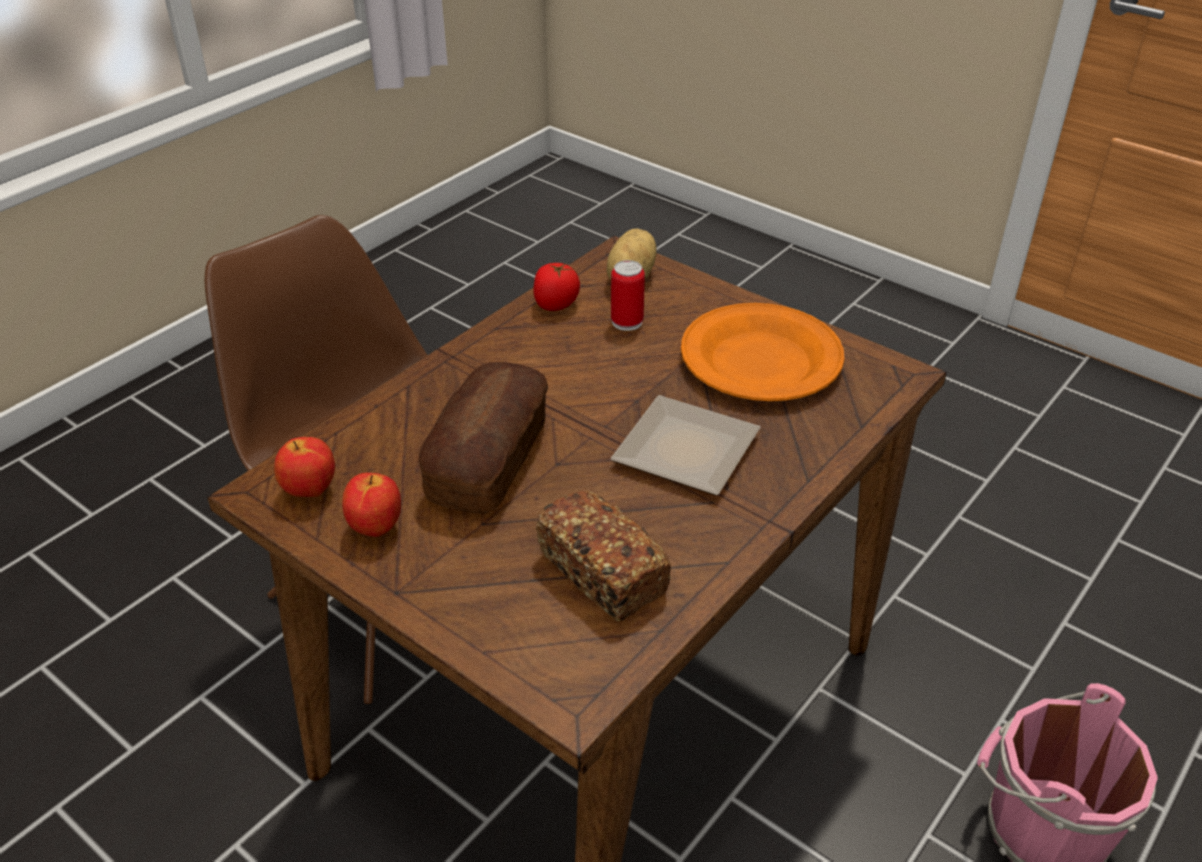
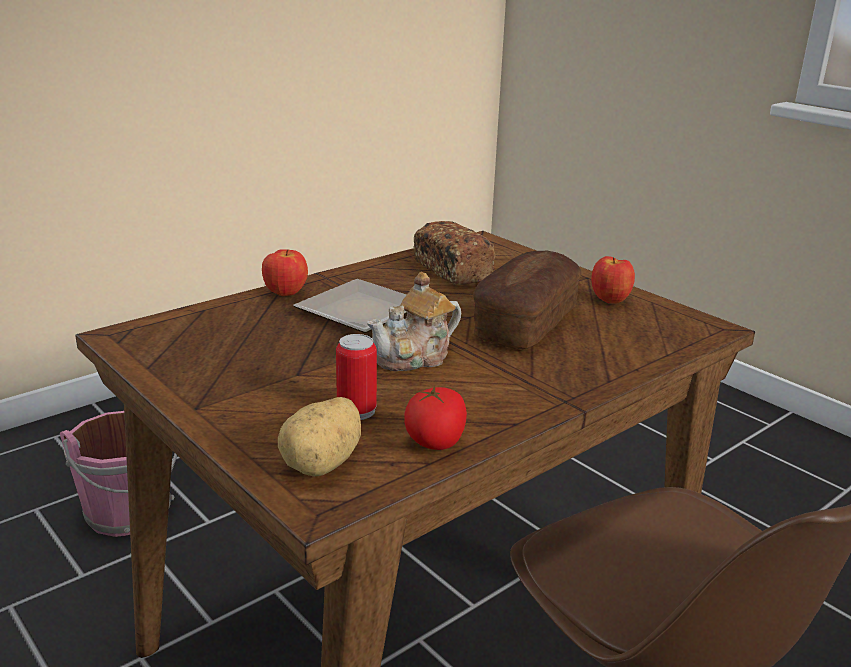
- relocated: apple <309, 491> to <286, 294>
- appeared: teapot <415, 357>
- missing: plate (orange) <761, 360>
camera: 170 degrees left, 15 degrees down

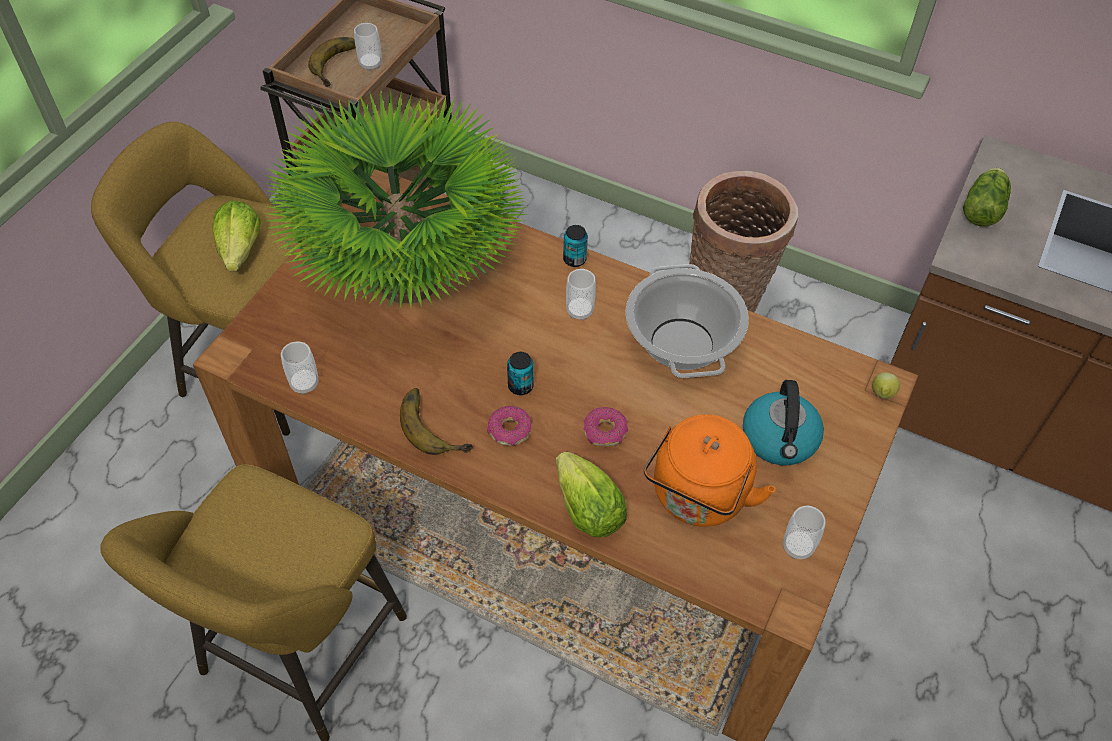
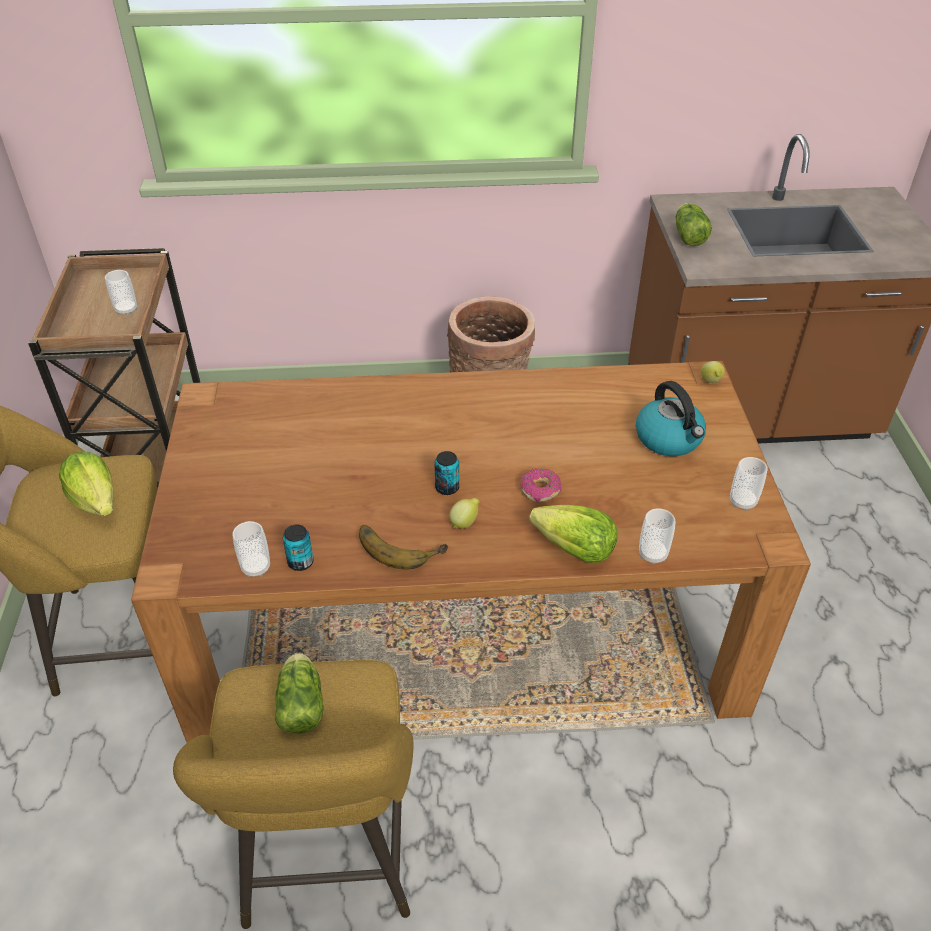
- appeared: lettuce <301, 702>
- relocated: can <574, 259> to <300, 562>
- exchanged: donut <509, 430> to lemon <465, 522>
- relocated: cup <579, 311> to <652, 554>
- missing: potted plant <408, 280>
- missing: banana <340, 65>
- missing: cooking pot <681, 343>
- missing: kettle (orange) <698, 498>
camera: 30 degrees left, 10 degrees down

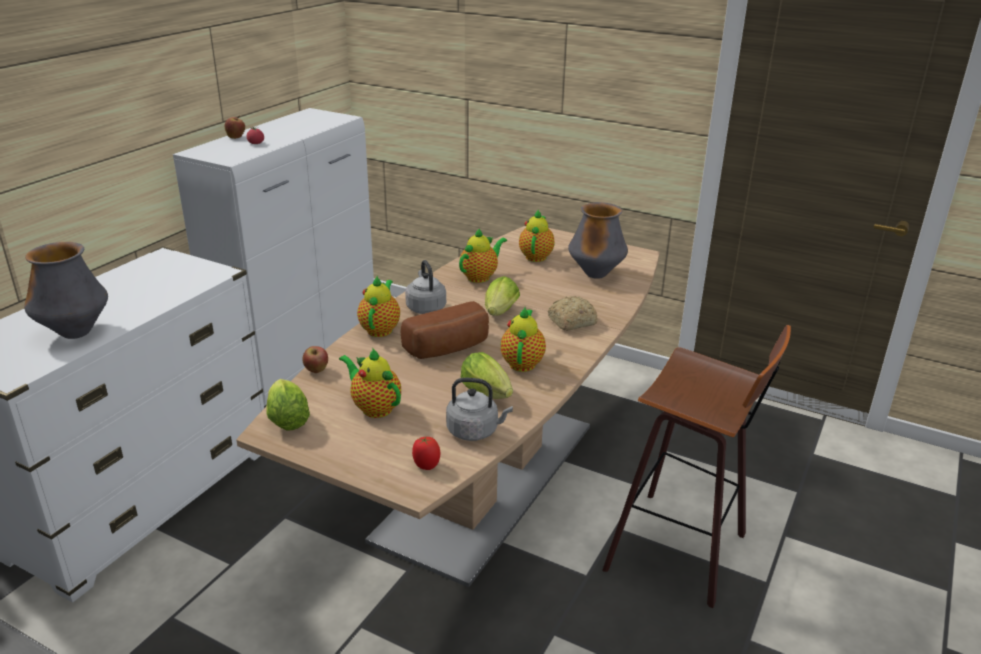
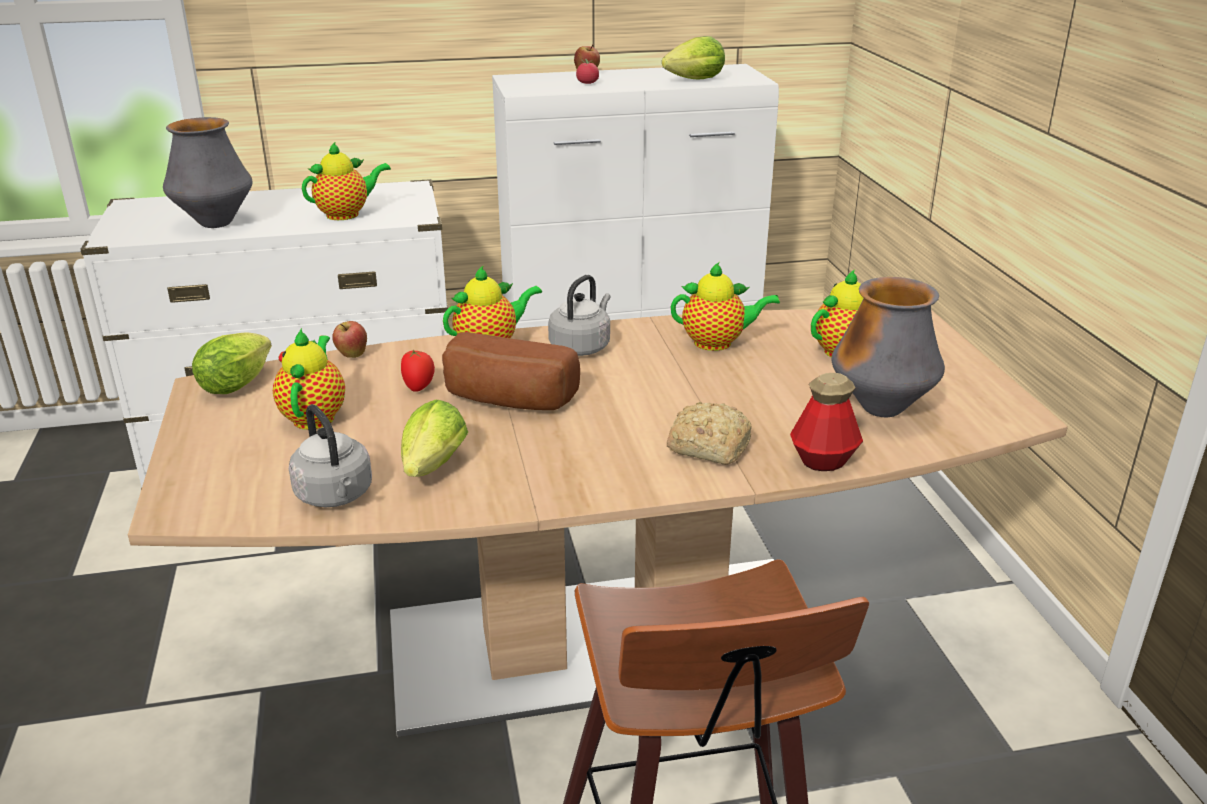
- relocated: teapot <522, 362> to <346, 214>
- relocated: tomato <426, 465> to <419, 387>
- relocated: lettuce <499, 314> to <691, 80>
- appeared: bottle <823, 461>
camera: 50 degrees right, 0 degrees up

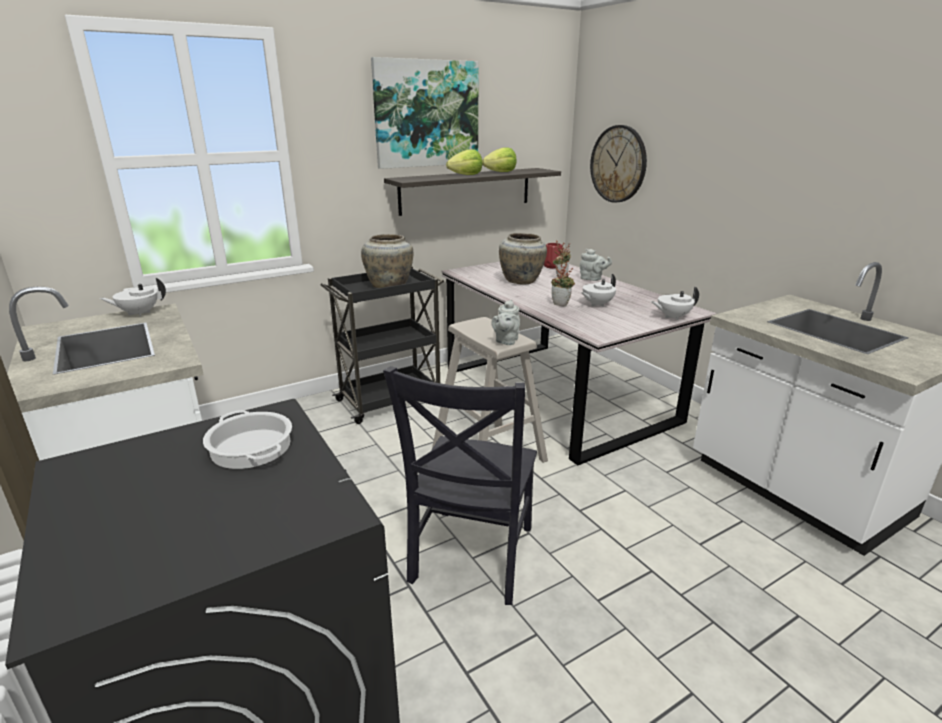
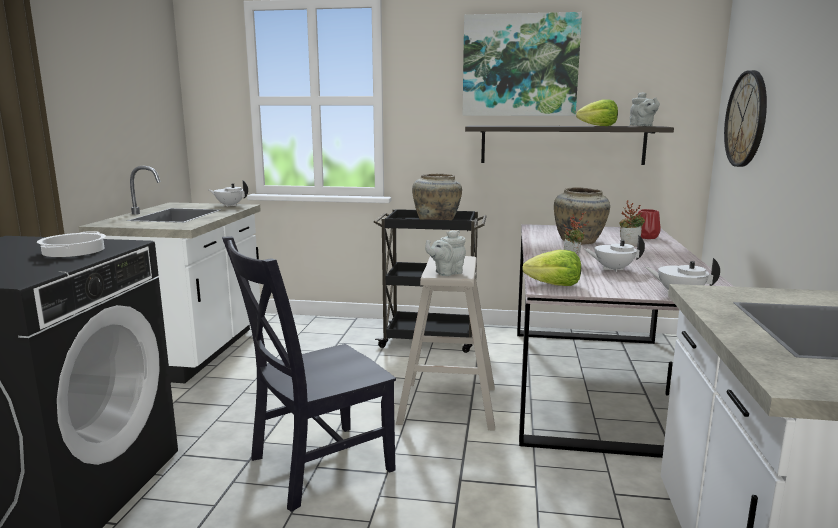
- relocated: lettuce <466, 175> to <554, 285>
- relocated: teapot (grey) <592, 279> to <642, 126>
camera: 40 degrees right, 10 degrees down

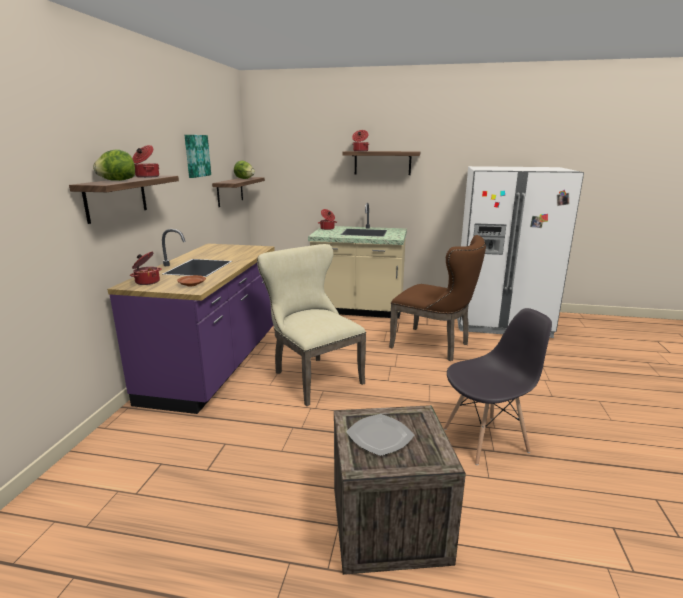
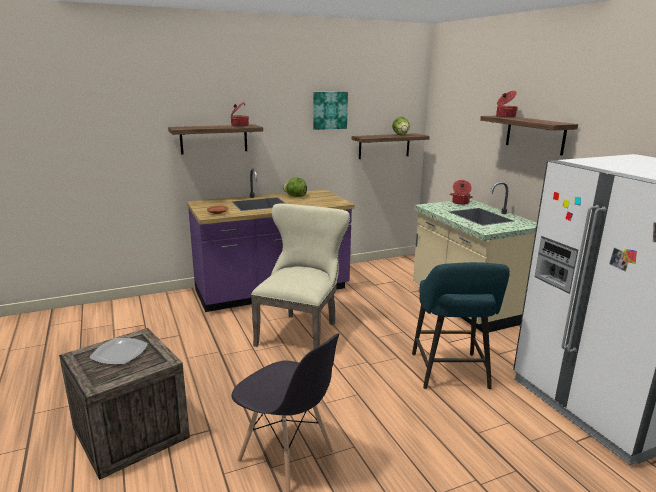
- relocated: lettuce <117, 180> to <295, 196>
- exchanged: chair (brown) <435, 345> to stool (turquoise) <450, 374>
- missing: cooking pot <147, 282>
camera: 55 degrees right, 0 degrees up

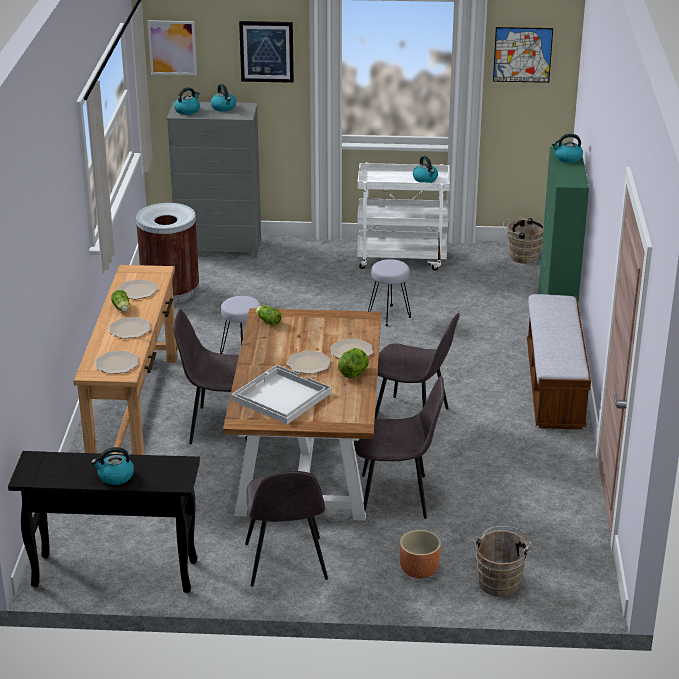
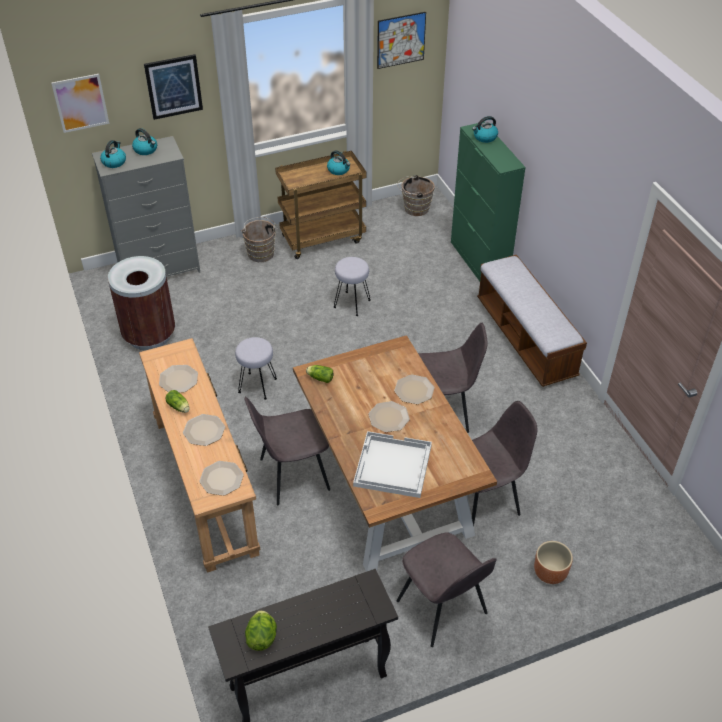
- relocated: bucket (brown) <500, 581> to <261, 252>
- relocated: lettuce <354, 373> to <262, 637>
- colour: cart (white) <402, 258> to cart (brown) <323, 238>
- missing: kettle <115, 476>
camera: 25 degrees left, 15 degrees up

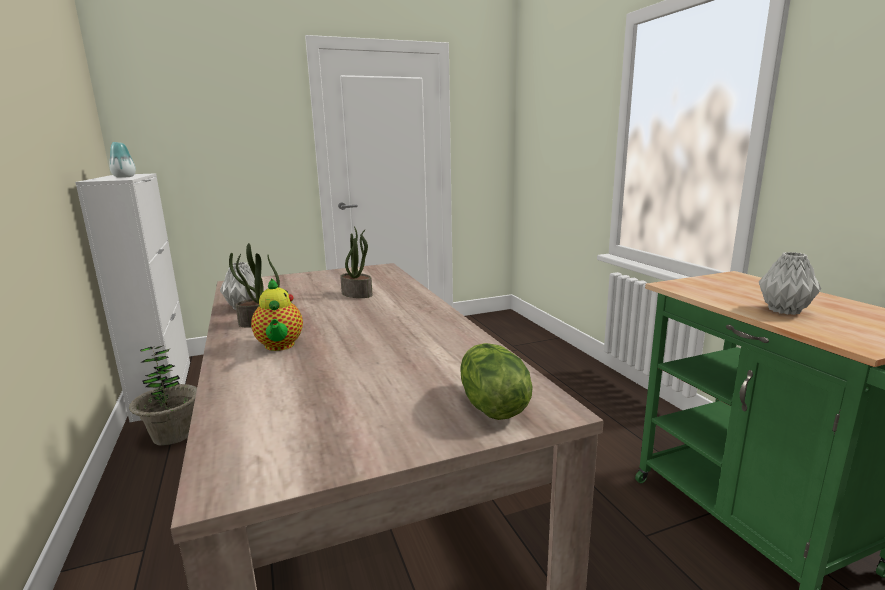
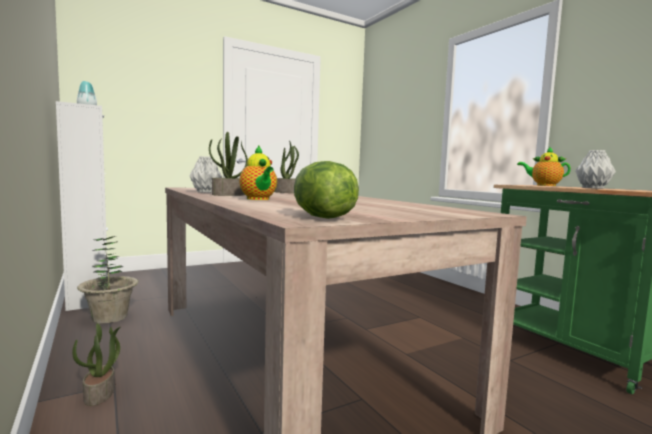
- appeared: potted plant <100, 394>
- relocated: lettuce <491, 406> to <320, 217>
- appeared: teapot <543, 185>
camera: 10 degrees left, 10 degrees down

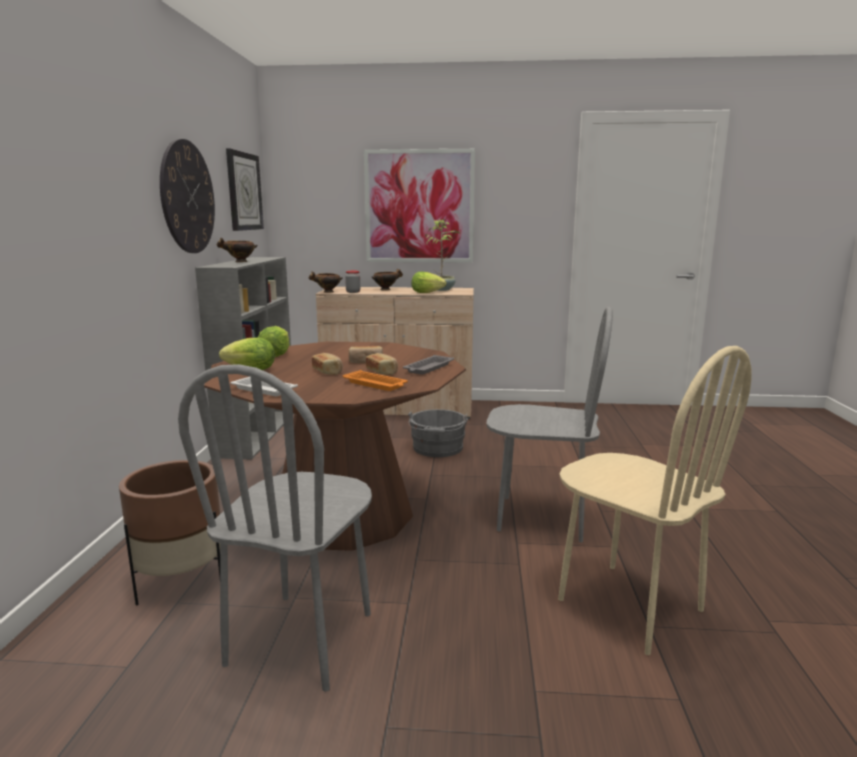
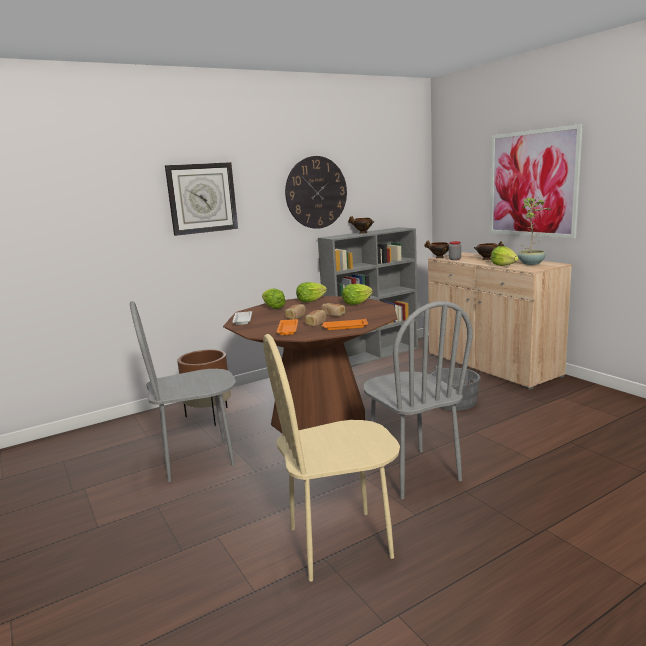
- relocated: wall clock <244, 191> to <202, 198>
- spun: chair (beige) <629, 605> = <340, 543> 60 degrees clockwise
- colour: tray (grey) <428, 368> to tray (orange) <344, 327>
- appeared: lettuce <356, 303>
camera: 55 degrees right, 0 degrees up

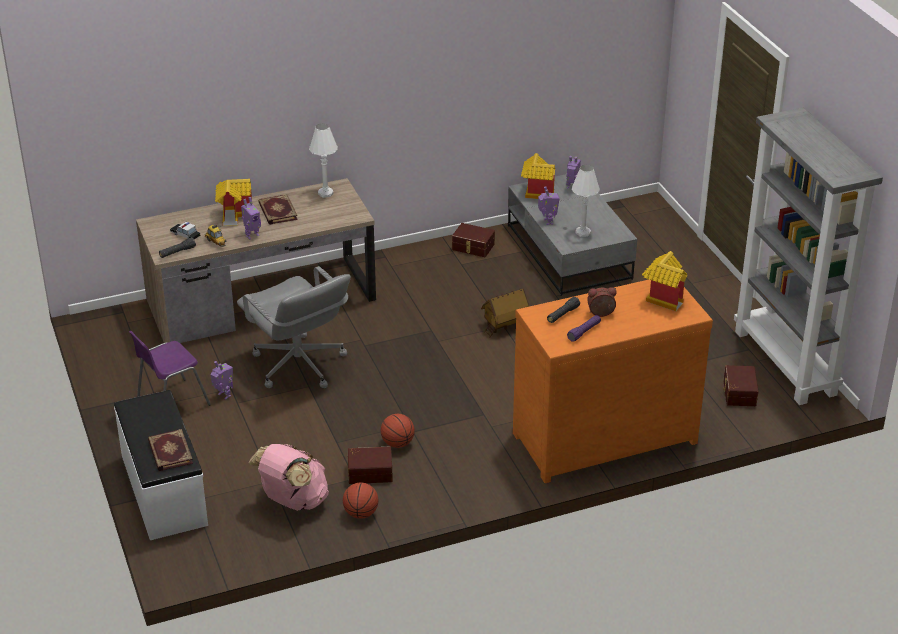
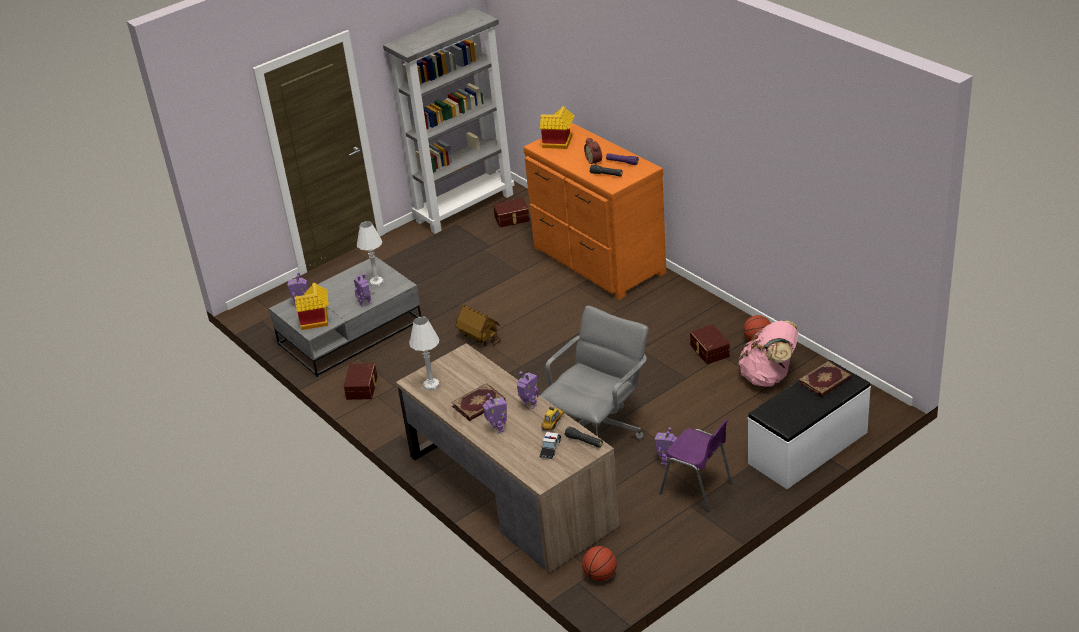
- exchanged: toy house <235, 214> to toy robot <497, 429>
- relocated: basketball <398, 443> to <600, 575>
camera: 105 degrees left, 0 degrees up

